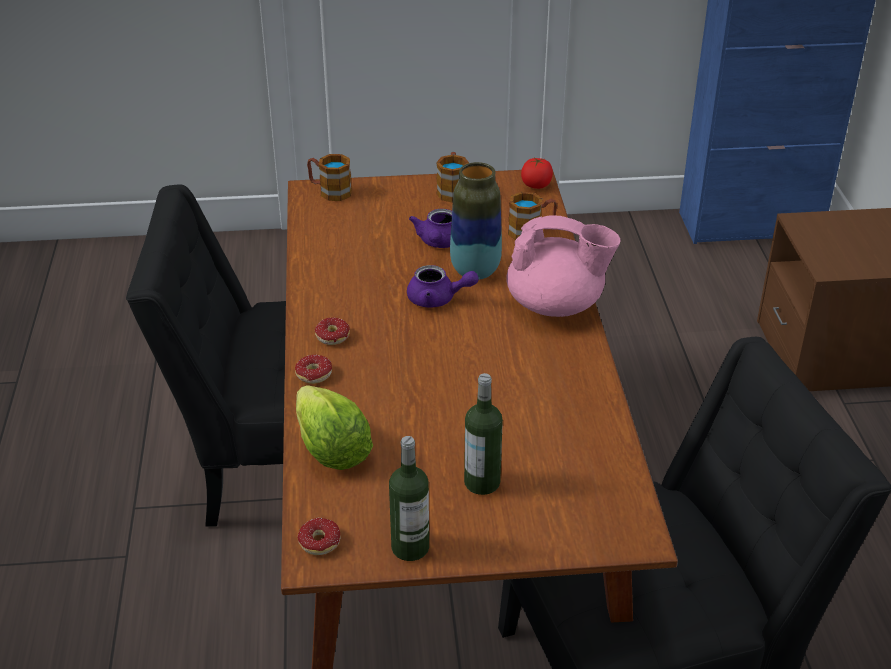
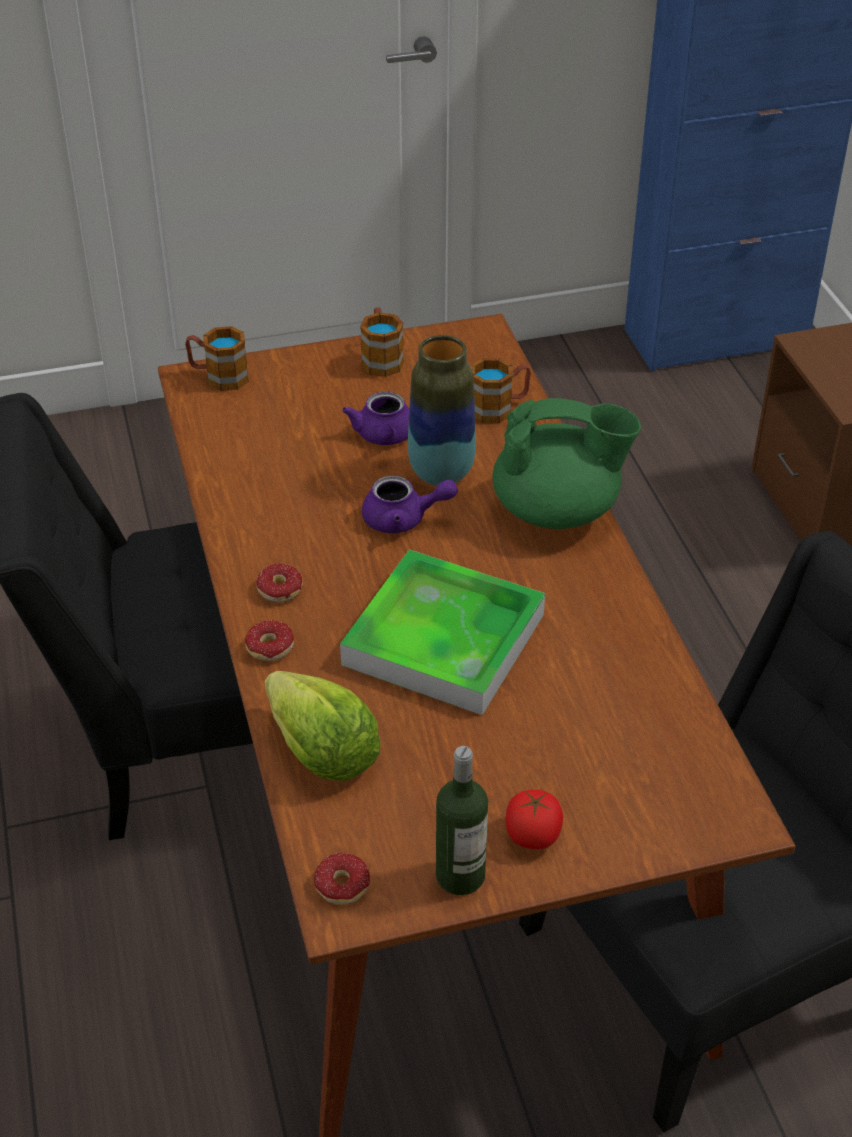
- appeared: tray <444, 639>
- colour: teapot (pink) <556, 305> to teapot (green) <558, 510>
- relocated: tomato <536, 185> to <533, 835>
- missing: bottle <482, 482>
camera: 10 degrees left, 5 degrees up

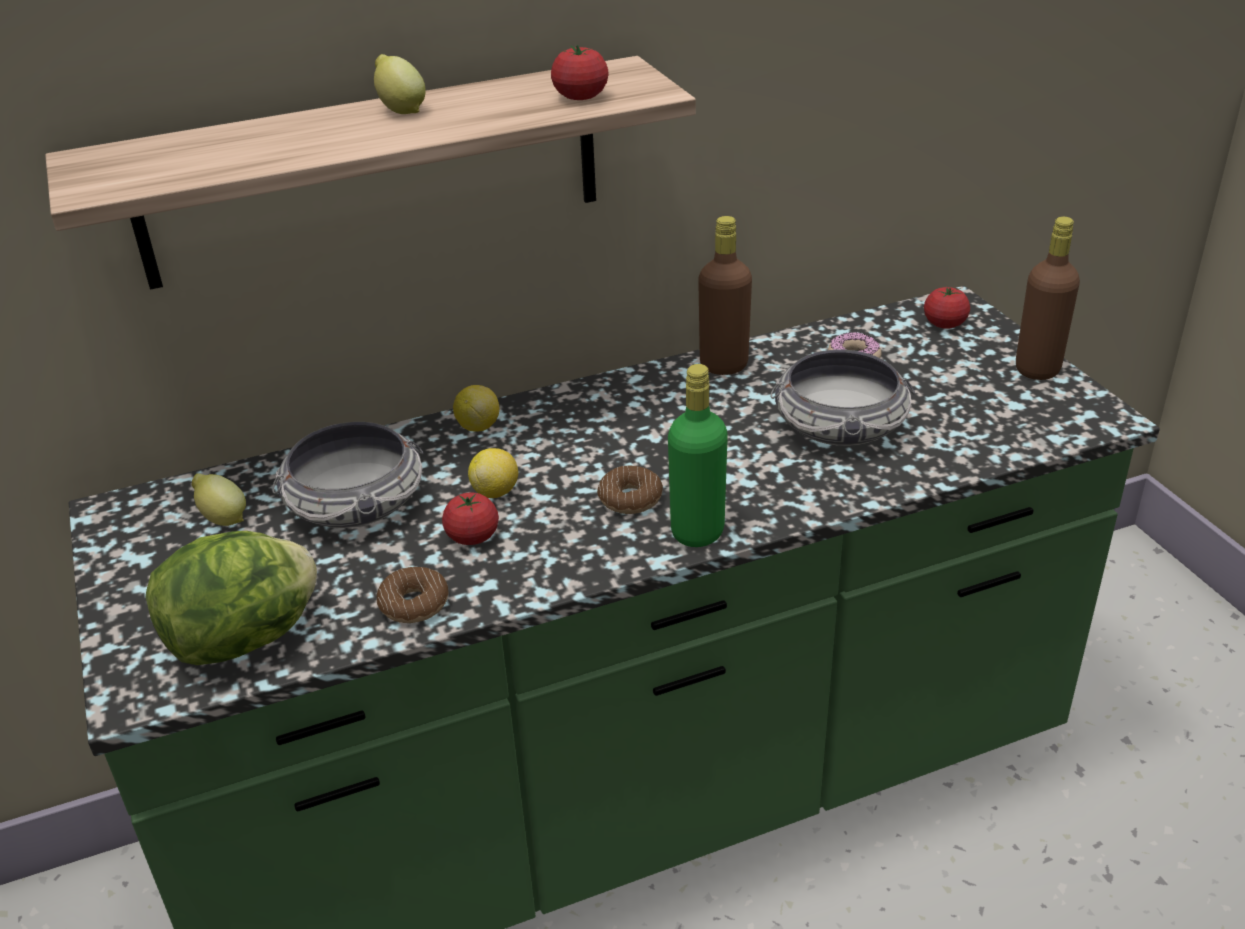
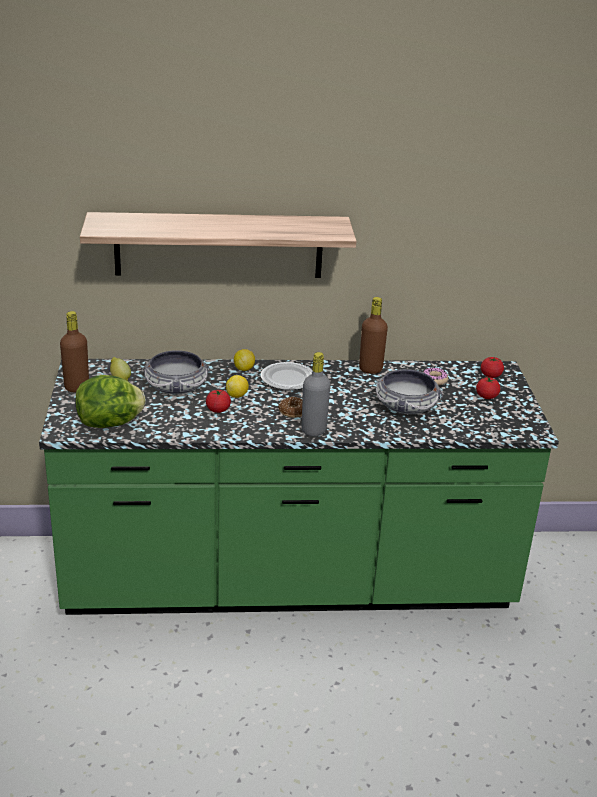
- relocated: bottle (brown) <1037, 369> to <76, 387>
- appeared: plate <287, 379>
- colour: bottle (green) <697, 532> to bottle (grey) <313, 430>
- relocated: tomato <580, 97> to <486, 396>
- missing: lemon <401, 110>
- missing: donut <414, 604>
camera: 15 degrees right, 5 degrees down

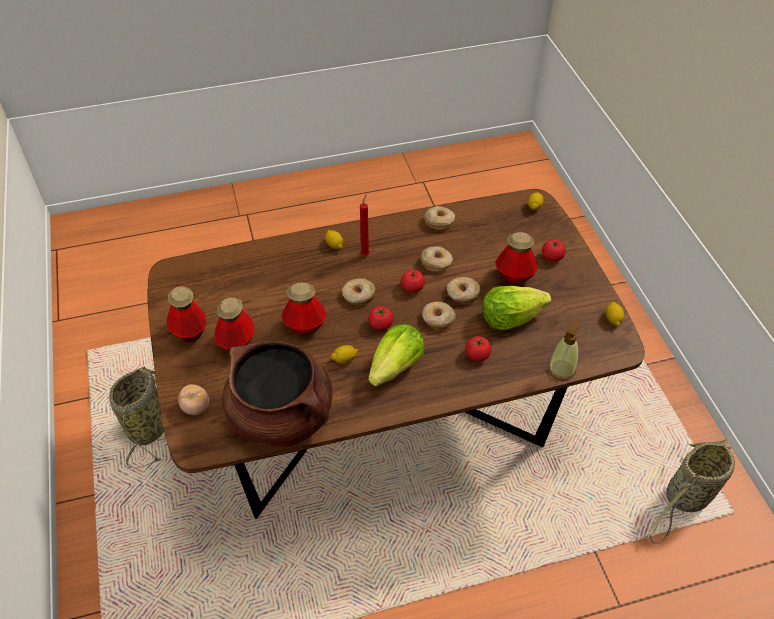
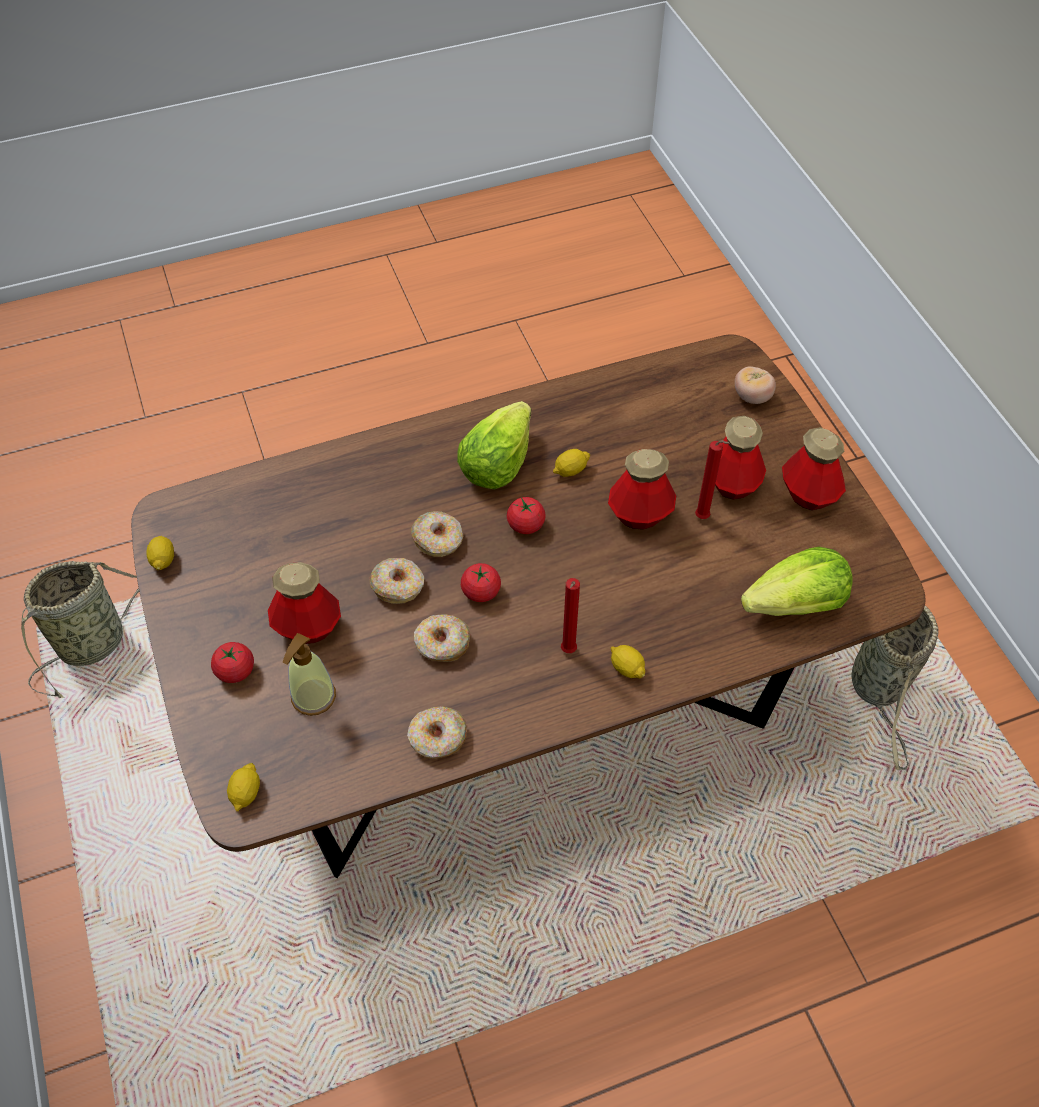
- relocated: soap dispenser <562, 369> to <313, 697>
- appeared: candle (red) <704, 518>
- relocated: lettuce <510, 318> to <796, 605>
- missing: cooking pot (brown) <282, 416>
- missing: donut <358, 296>
- missing: tomato <477, 355>
camera: 175 degrees right, 5 degrees up

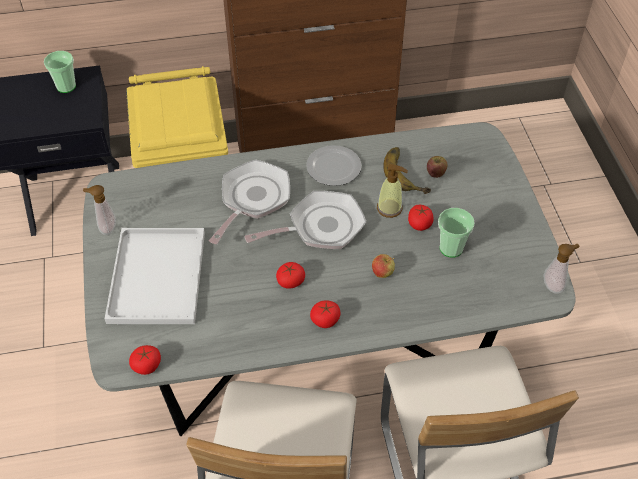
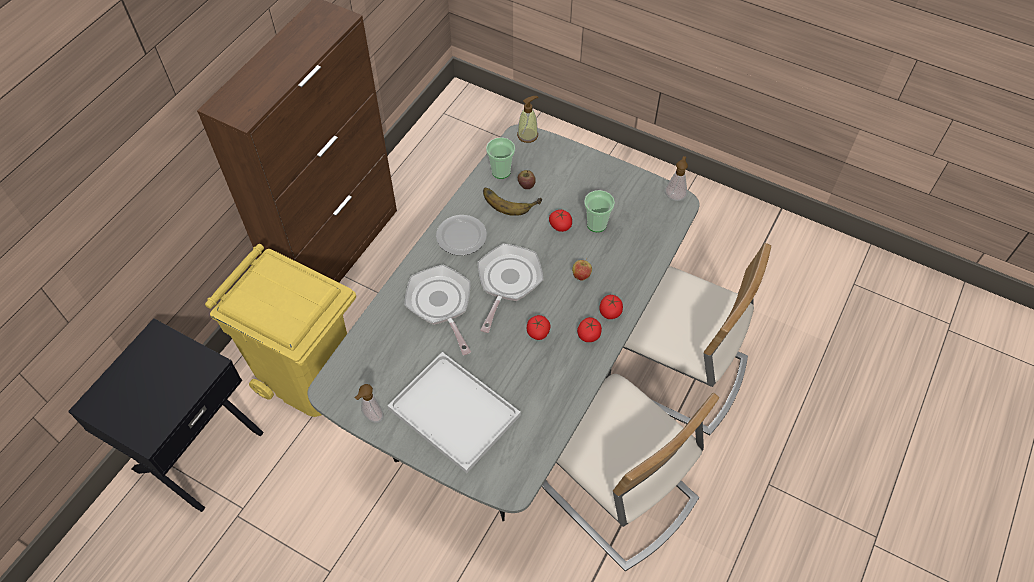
- relocated: cup <66, 86> to <501, 171>
- relocated: soap dispenser <389, 208> to <527, 135>
- relocated: tomato <146, 365> to <610, 311>
camera: 50 degrees left, 5 degrees up

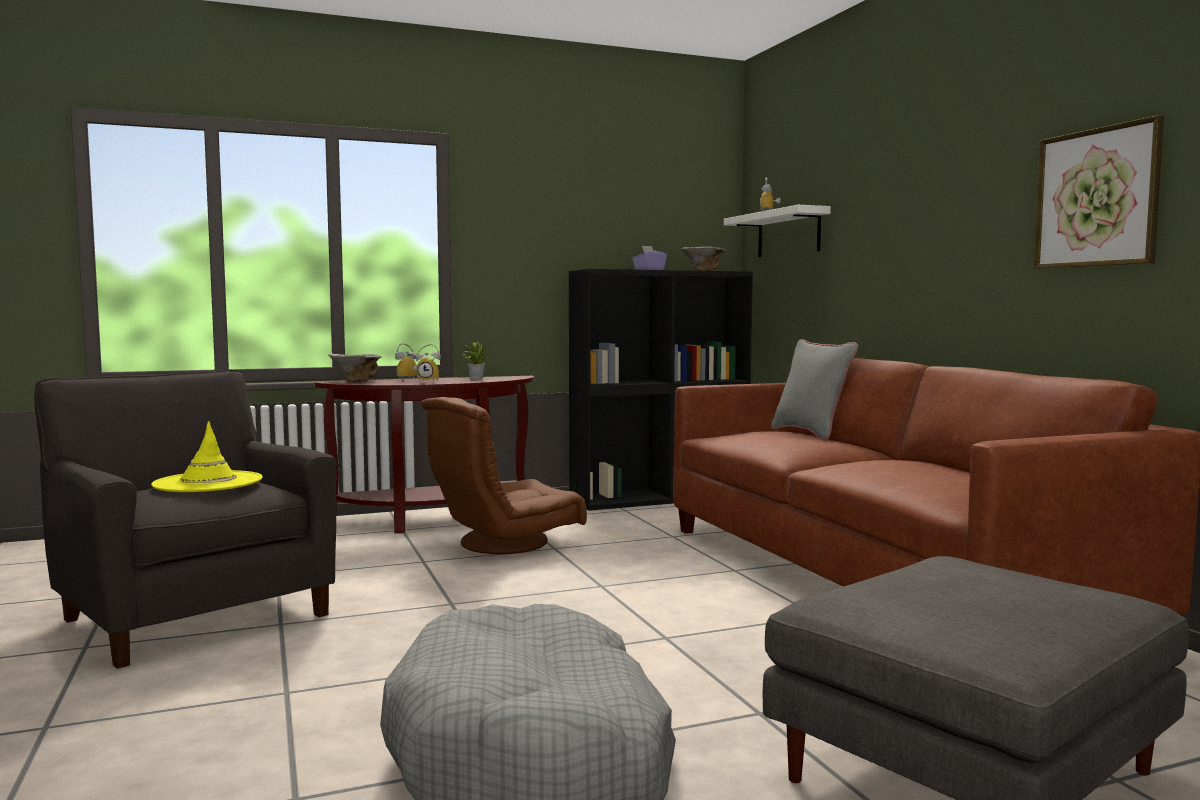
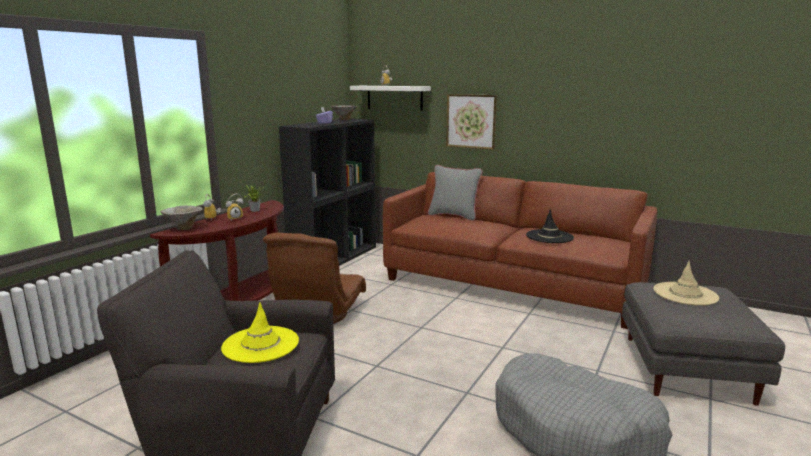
- relocated: picture <1096, 198> to <471, 121>
- appeared: hat (black) <549, 236>
- appeared: hat (beige) <685, 294>
camera: 40 degrees left, 10 degrees up

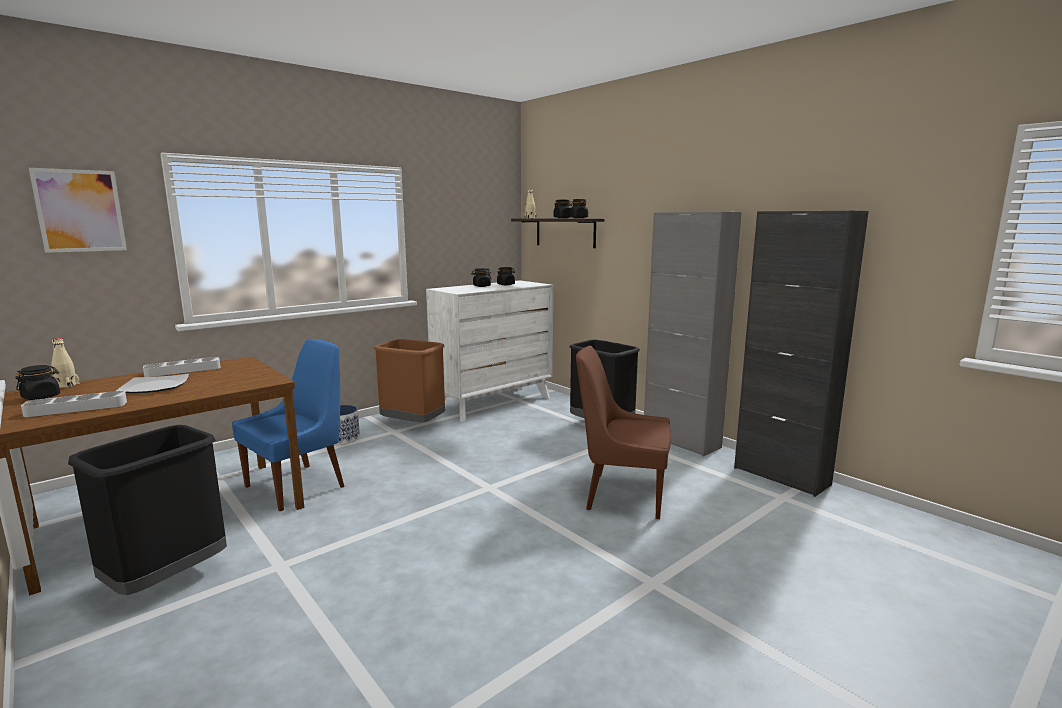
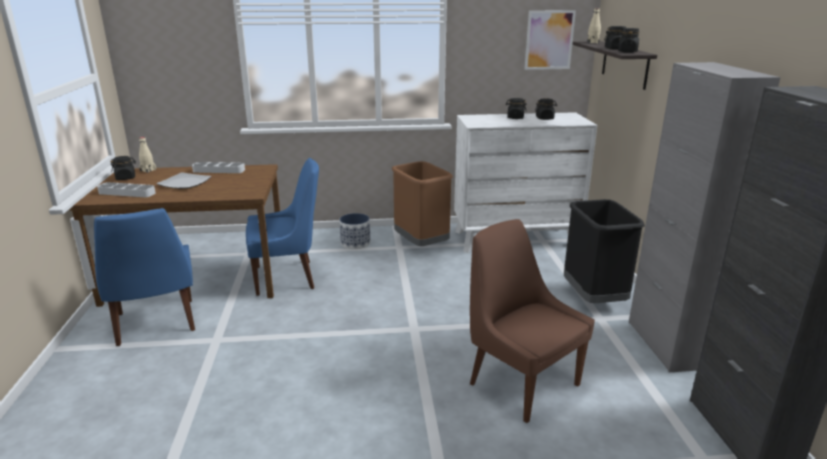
- exchanged: trash can (black) <166, 580> to chair (blue) <156, 324>
- relocated: picture <80, 211> to <549, 40>
camera: 35 degrees right, 10 degrees up

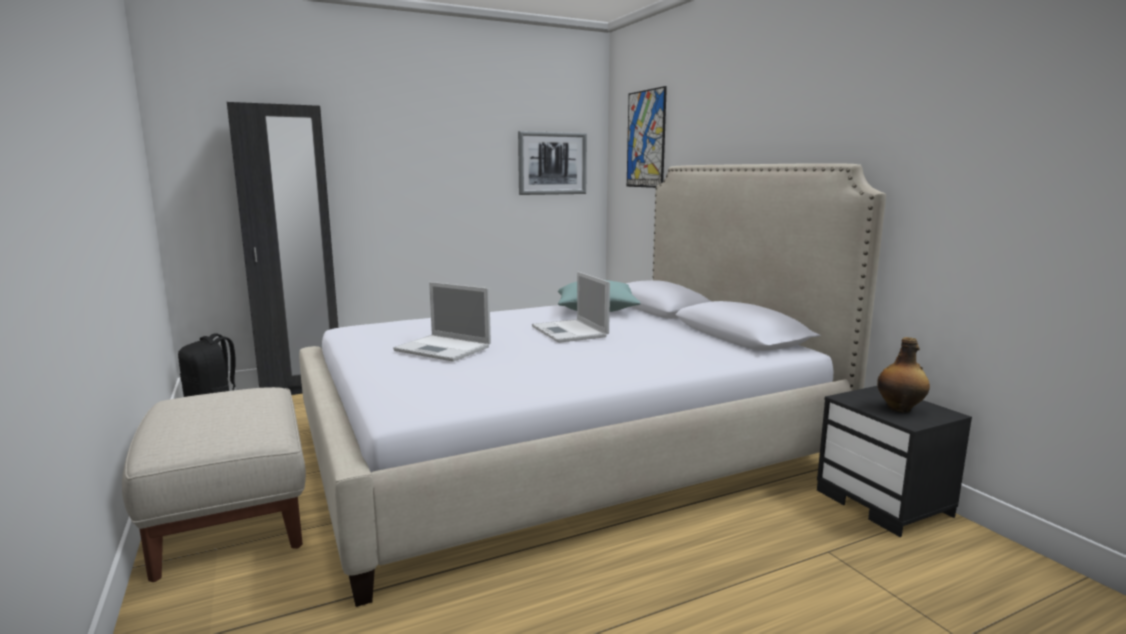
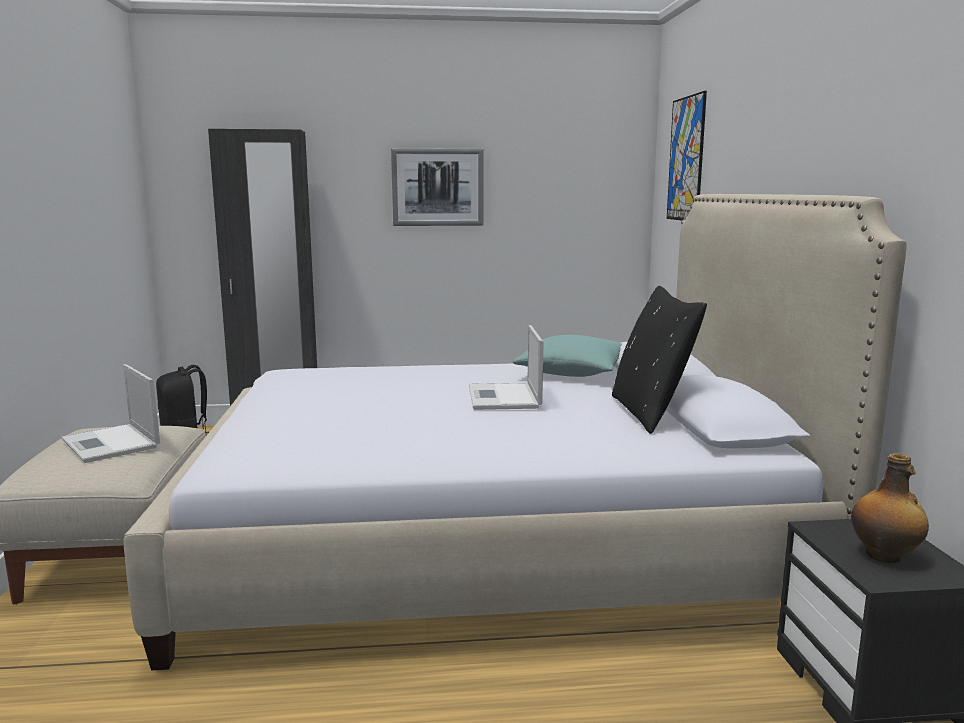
- relocated: laptop <444, 349> to <112, 444>
- relocated: picture <552, 163> to <437, 187>
- appeared: pillow (black) <650, 413>
camera: 20 degrees right, 0 degrees up

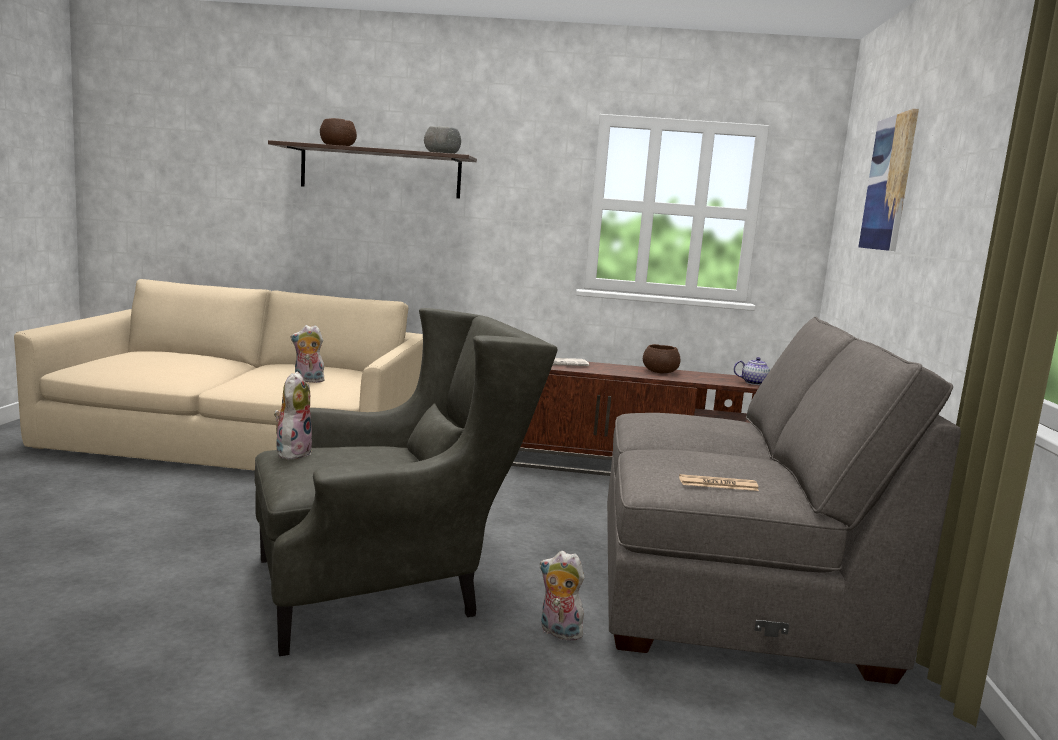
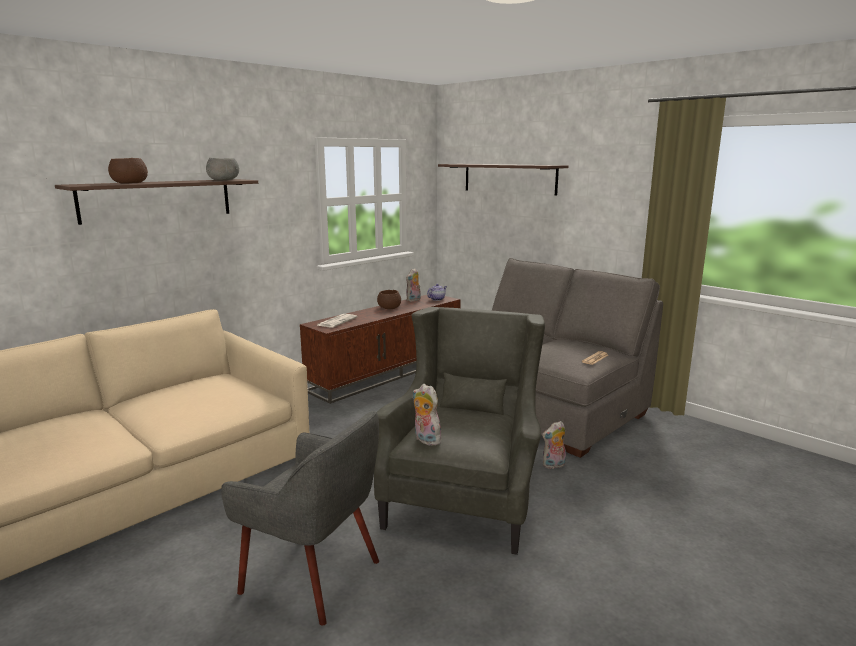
- appeared: armchair (grey) <313, 575>
- relocated: plush toy <307, 381> to <413, 300>
- exchanged: picture <889, 183> to shelf <509, 178>
camera: 50 degrees left, 5 degrees up

